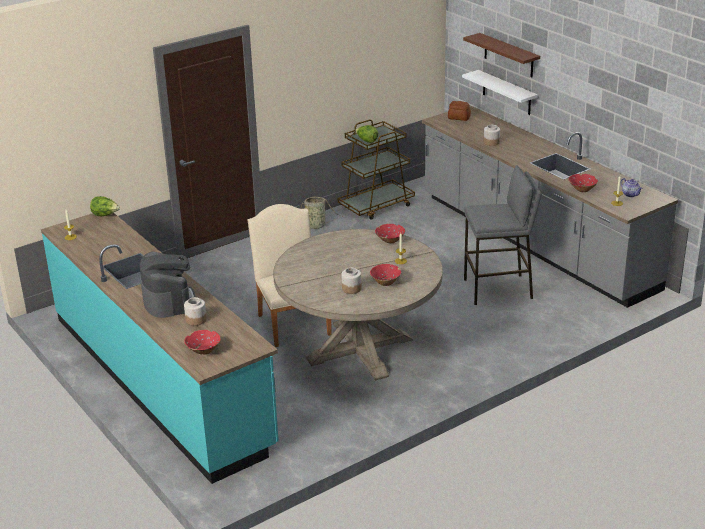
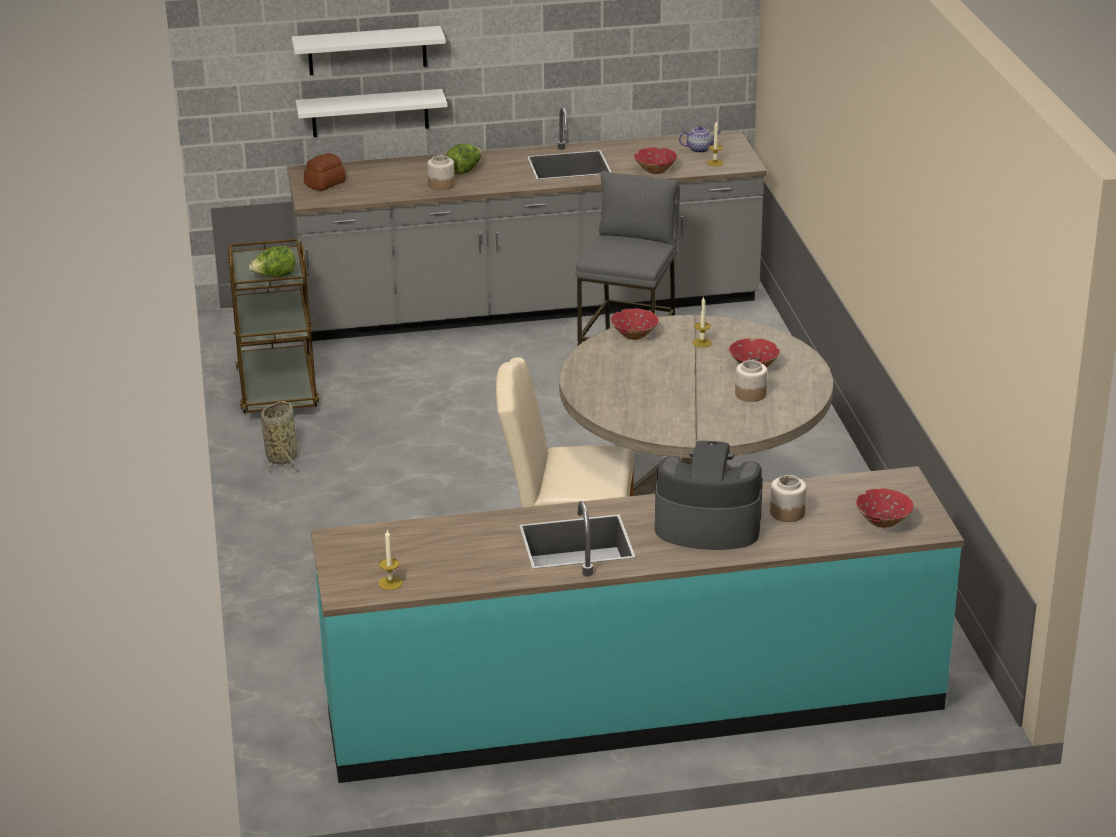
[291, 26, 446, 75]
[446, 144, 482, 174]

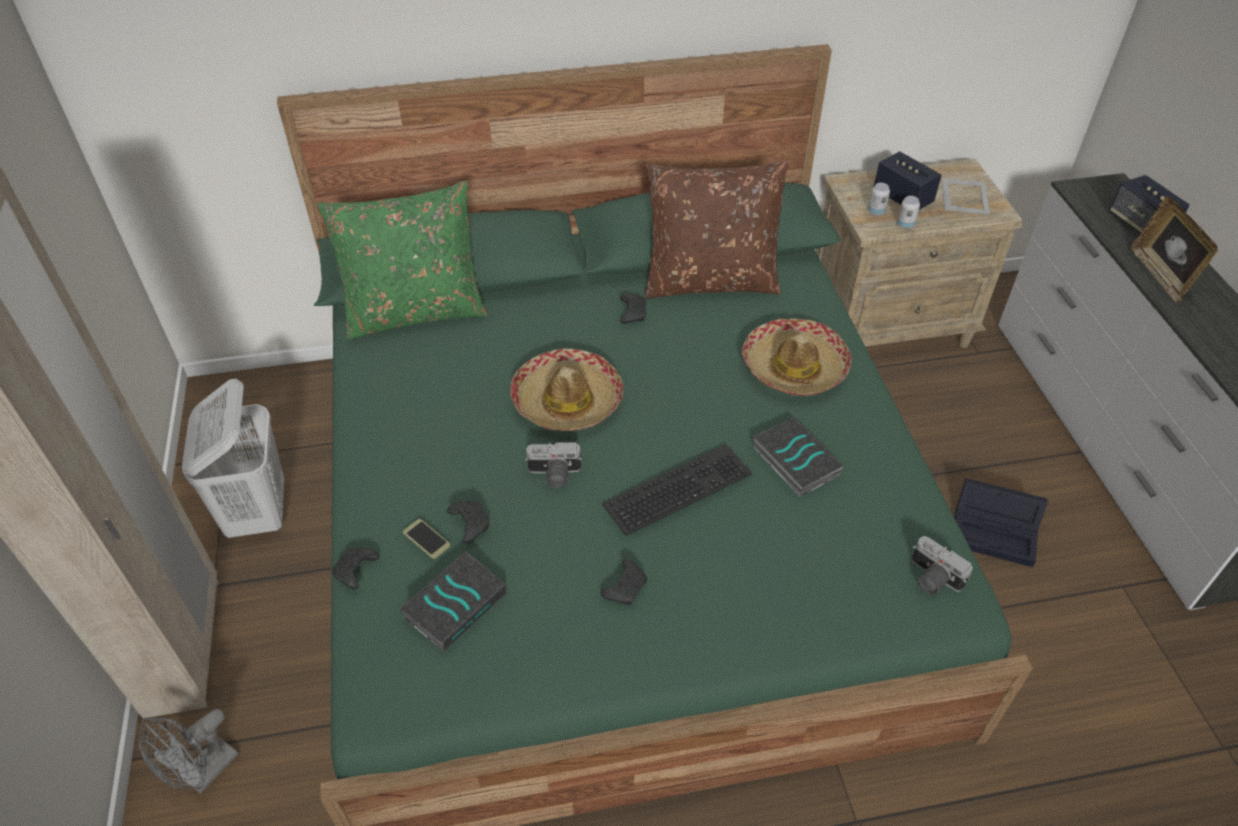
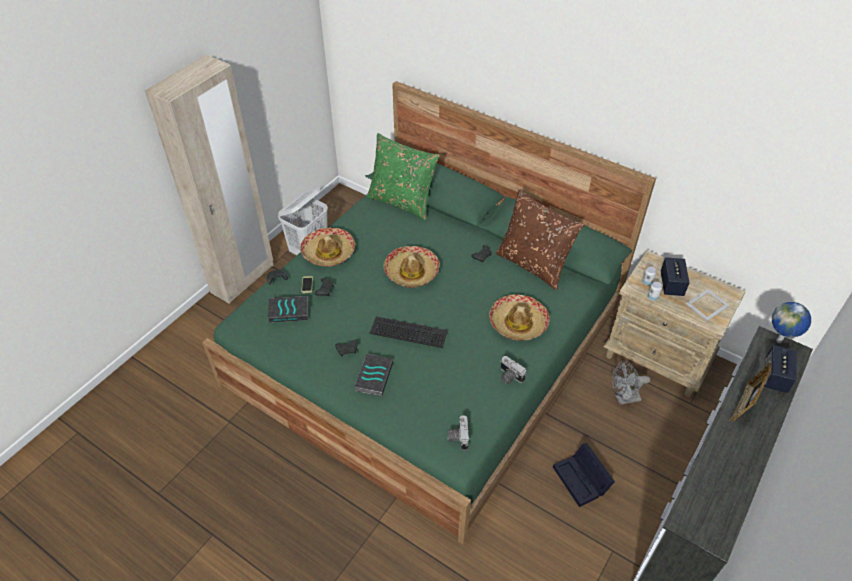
[354, 353, 393, 396]
[500, 356, 526, 384]
[612, 360, 650, 405]
[300, 228, 355, 267]
[772, 302, 811, 343]

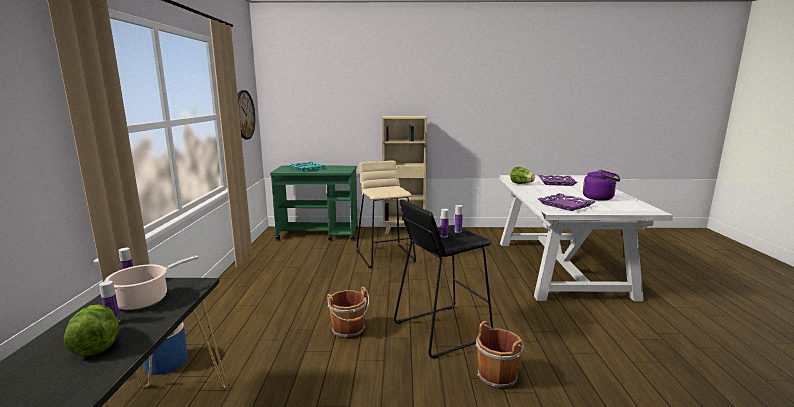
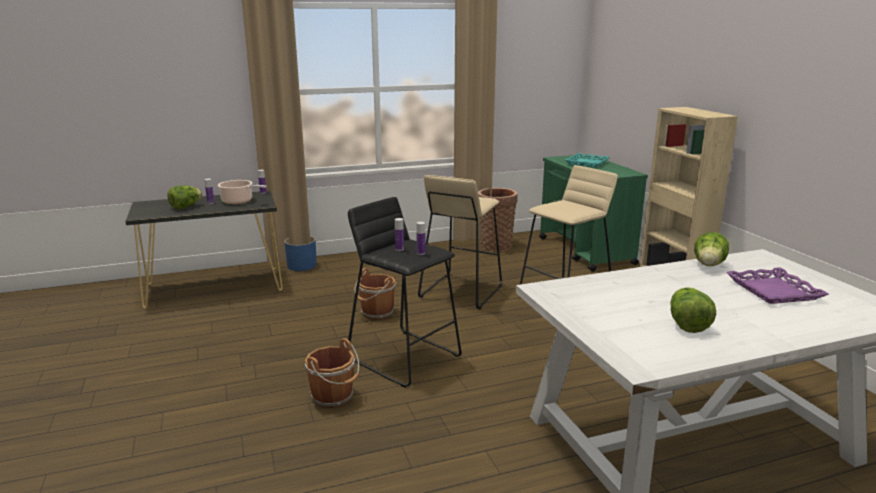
[237, 90, 255, 139] (first image)
[670, 287, 716, 333]
[538, 193, 596, 211] (first image)
[418, 175, 502, 310]
[478, 188, 518, 252]

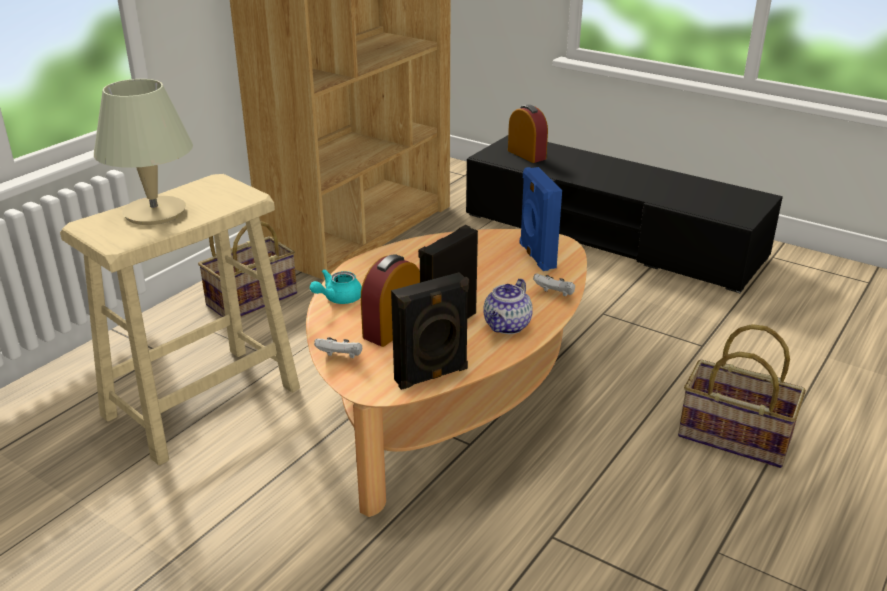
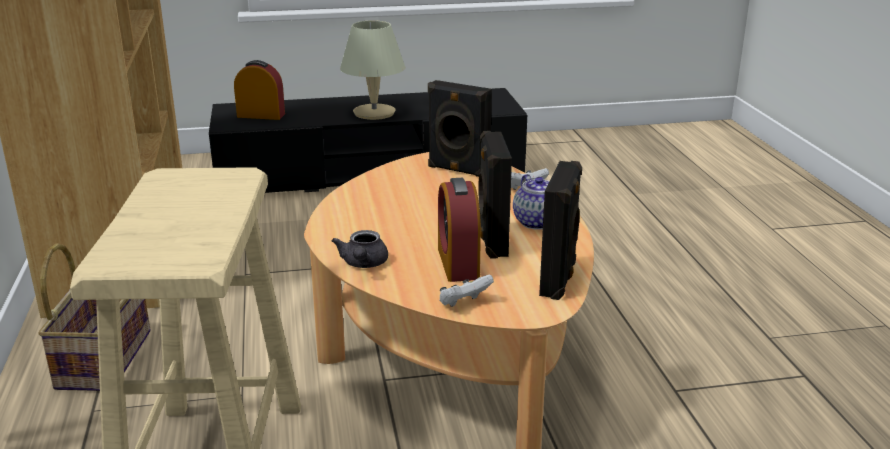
[340, 20, 406, 120]
[428, 80, 492, 177]
[332, 230, 388, 268]
[678, 324, 806, 468] (first image)

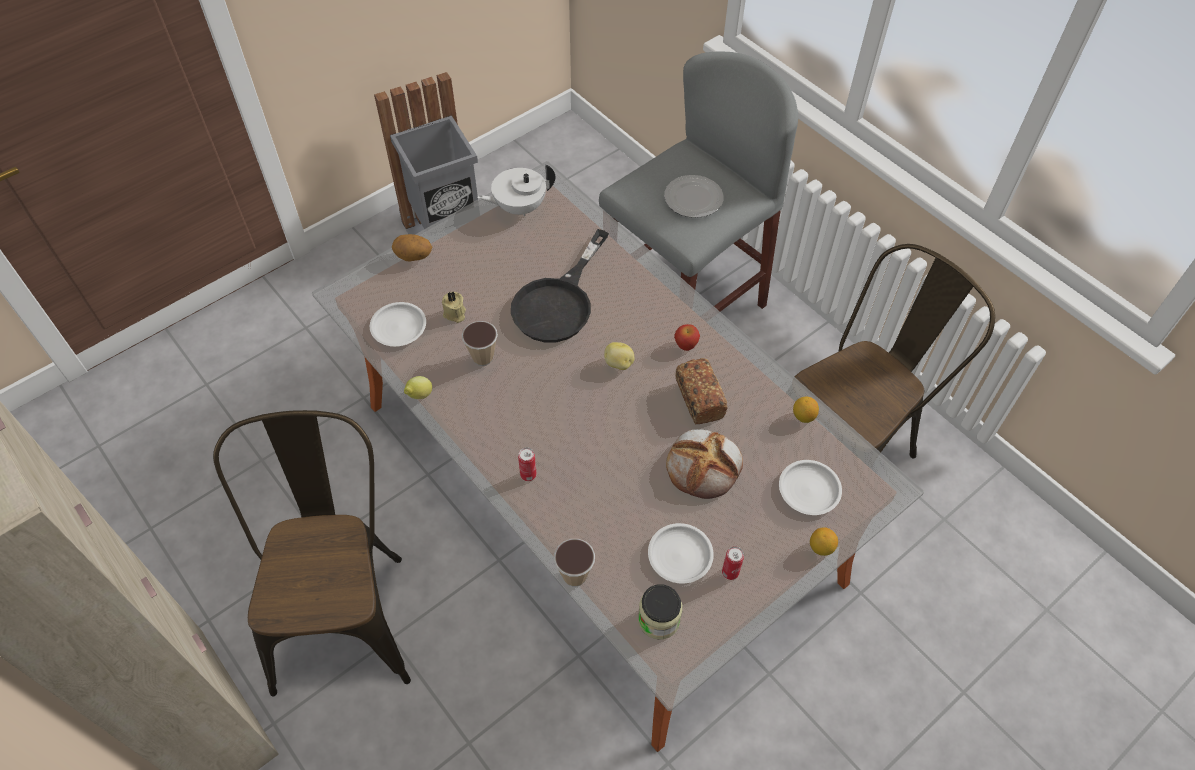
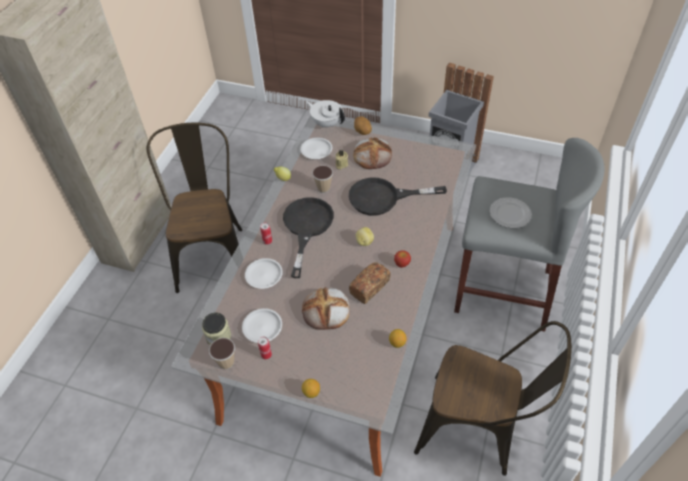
[306, 100, 345, 128]
[147, 123, 242, 293]
[245, 258, 283, 289]
[209, 338, 235, 370]
[353, 137, 392, 169]
[283, 197, 334, 278]

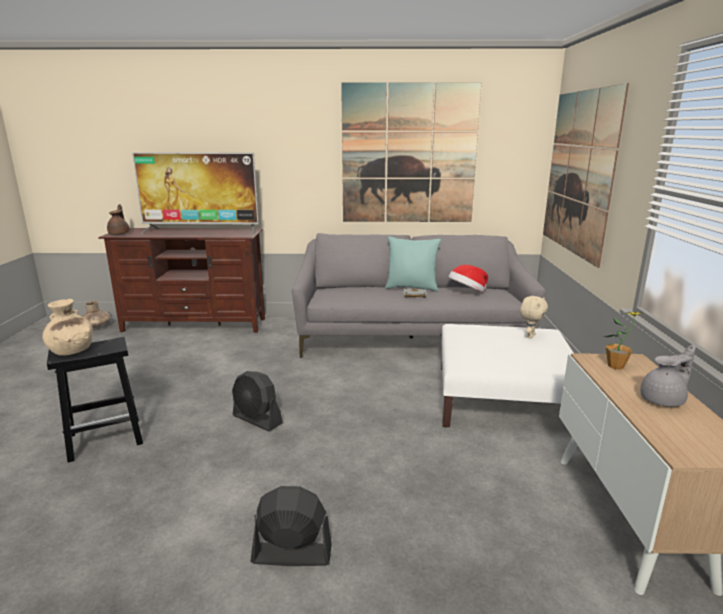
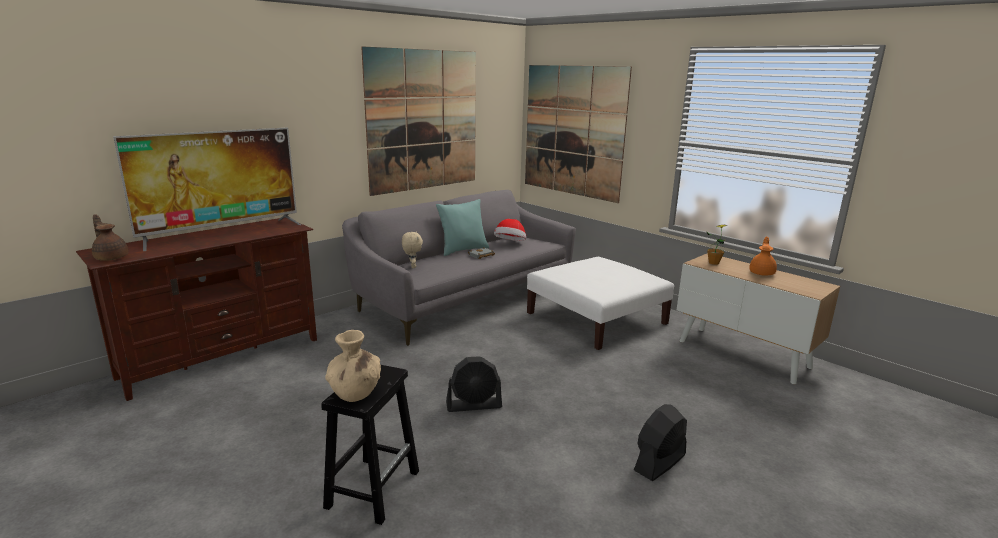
[402, 232, 423, 268]
[82, 301, 111, 329] (first image)
[749, 237, 777, 275]

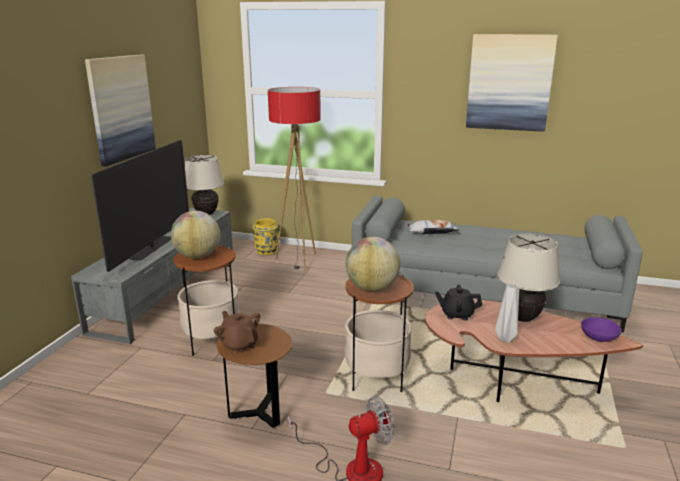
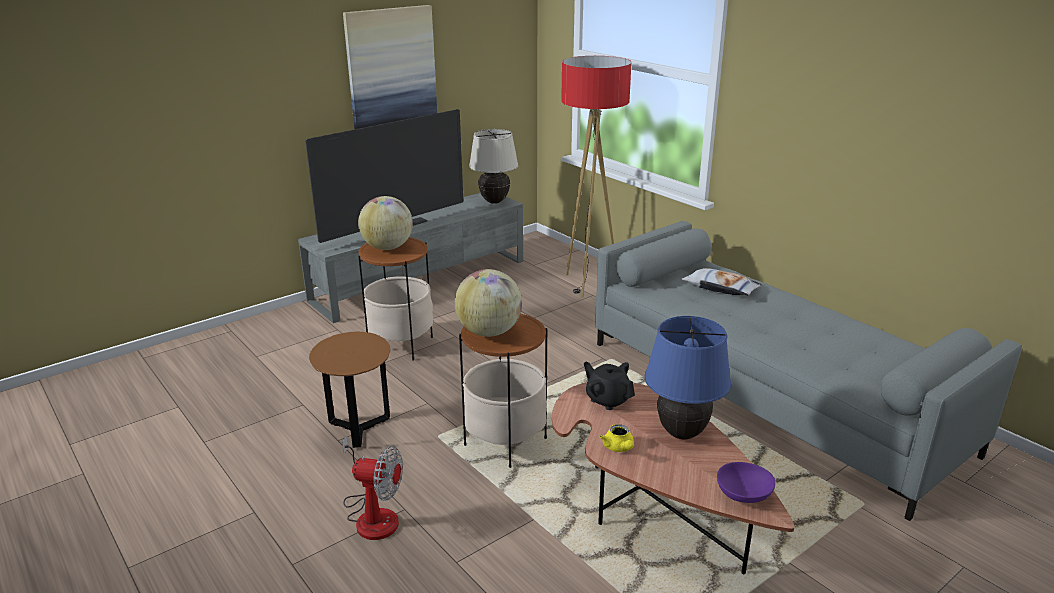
[466, 34, 558, 132] (first image)
[253, 218, 278, 255] (first image)
[645, 316, 731, 439]
[600, 424, 634, 452]
[214, 311, 260, 354] (first image)

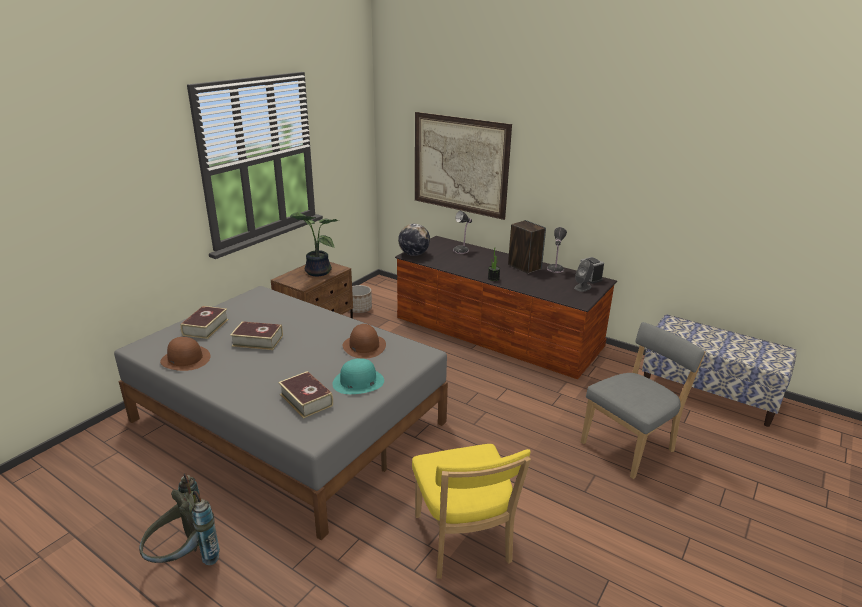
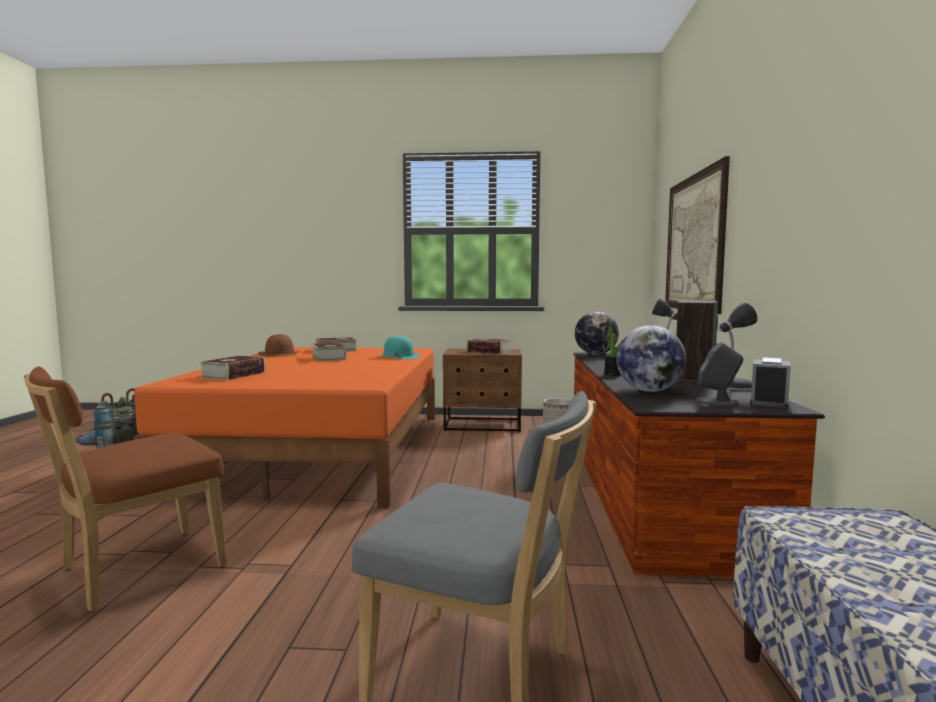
[467, 338, 511, 354]
[134, 347, 435, 508]
[343, 324, 386, 359] (first image)
[379, 336, 420, 359]
[24, 367, 227, 611]
[616, 325, 686, 392]

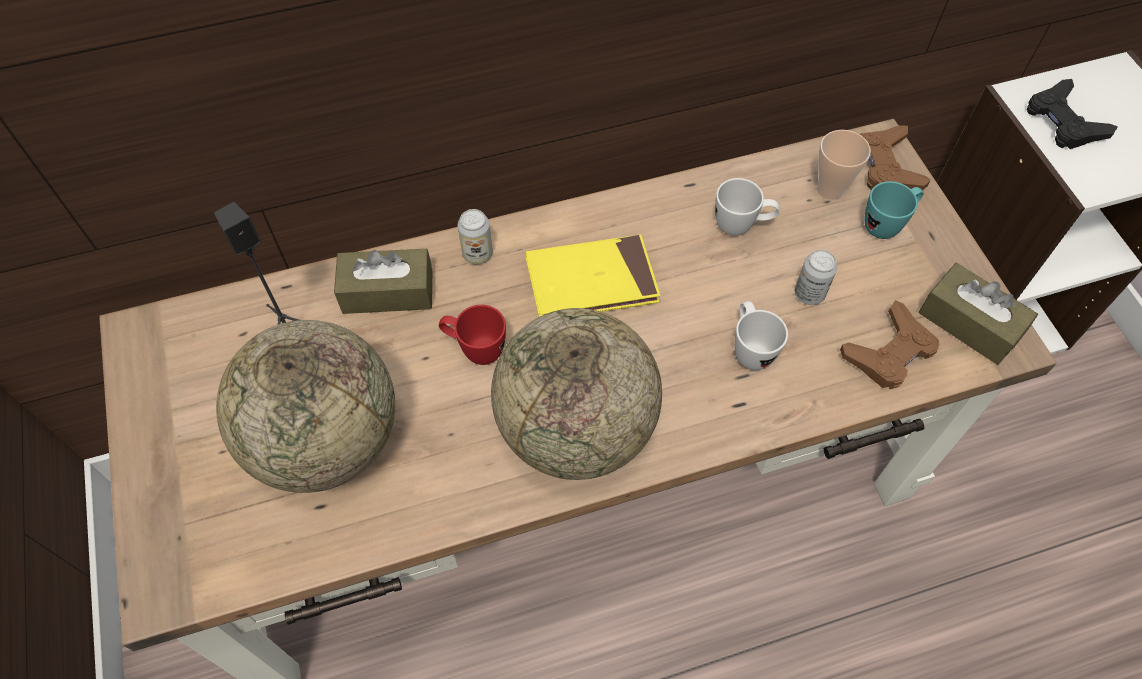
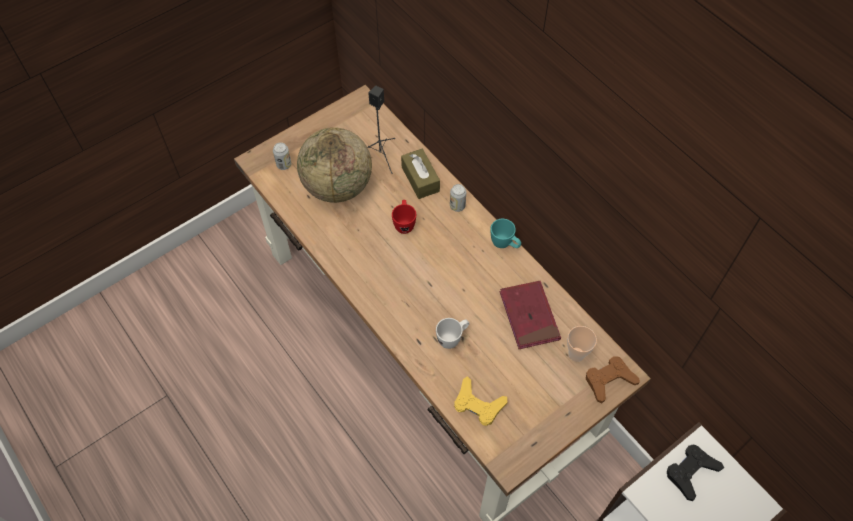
[500, 281, 561, 349]
[491, 219, 521, 248]
[526, 235, 660, 317] (first image)
[273, 142, 292, 170]
[919, 263, 1038, 365] (first image)
[454, 376, 507, 426]
[491, 308, 662, 480] (first image)

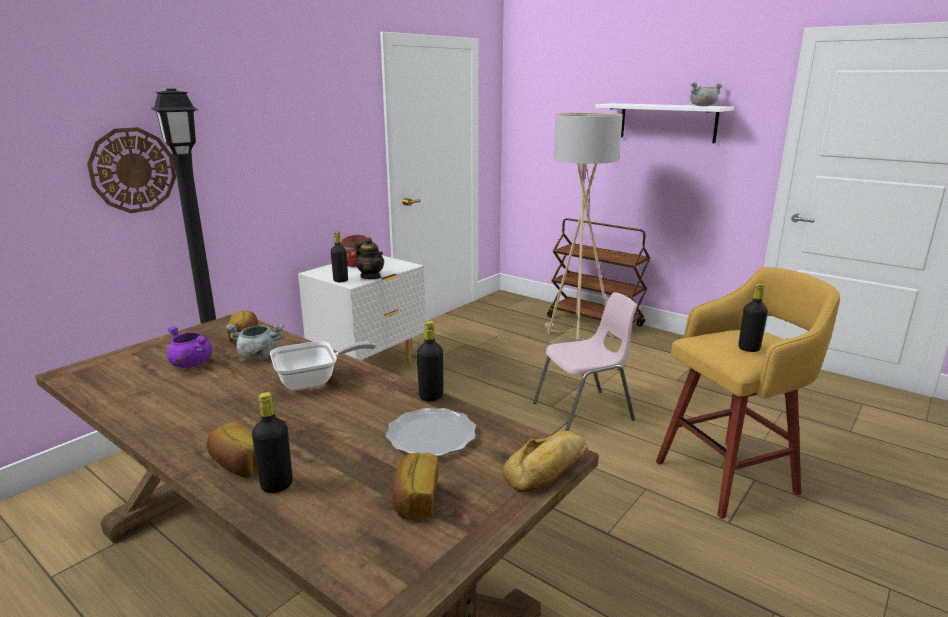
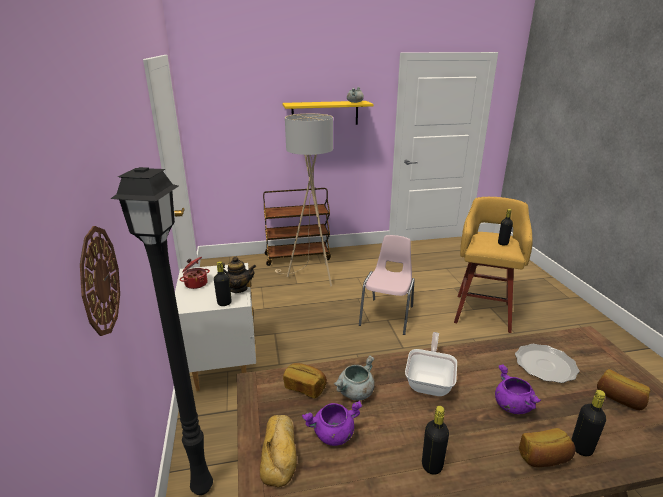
[282, 101, 373, 125]
[422, 406, 449, 475]
[260, 415, 297, 487]
[495, 364, 541, 414]

